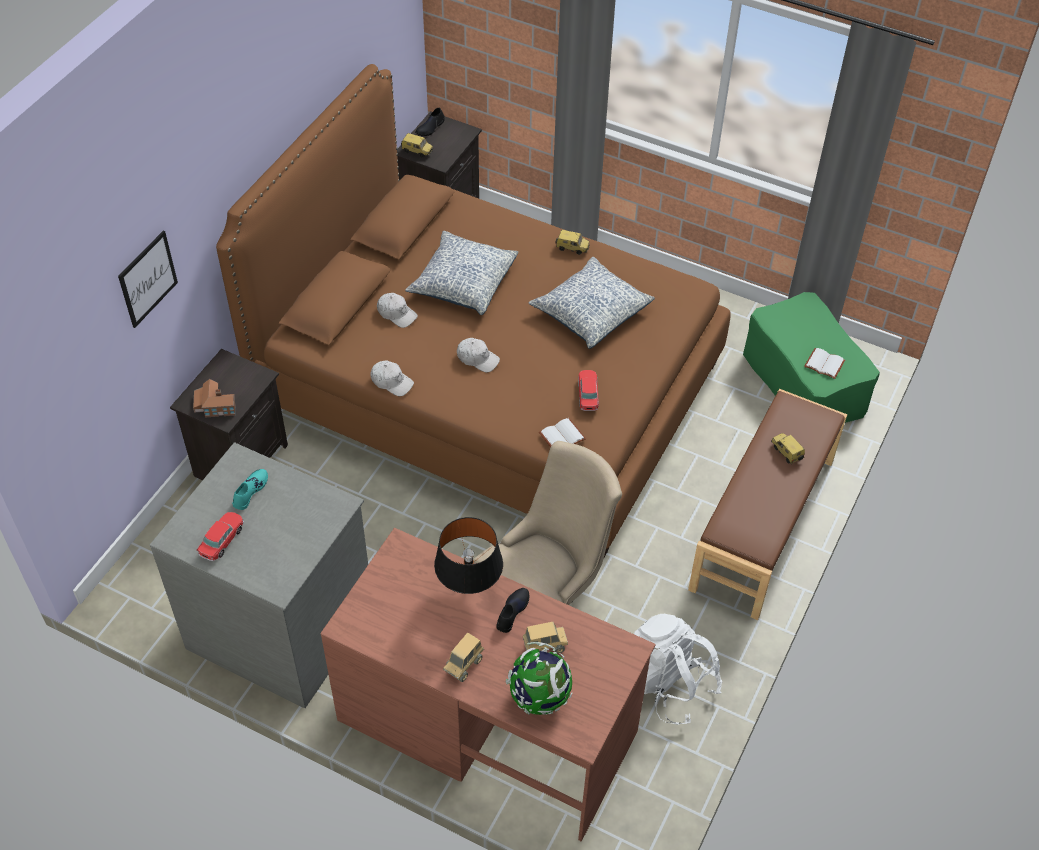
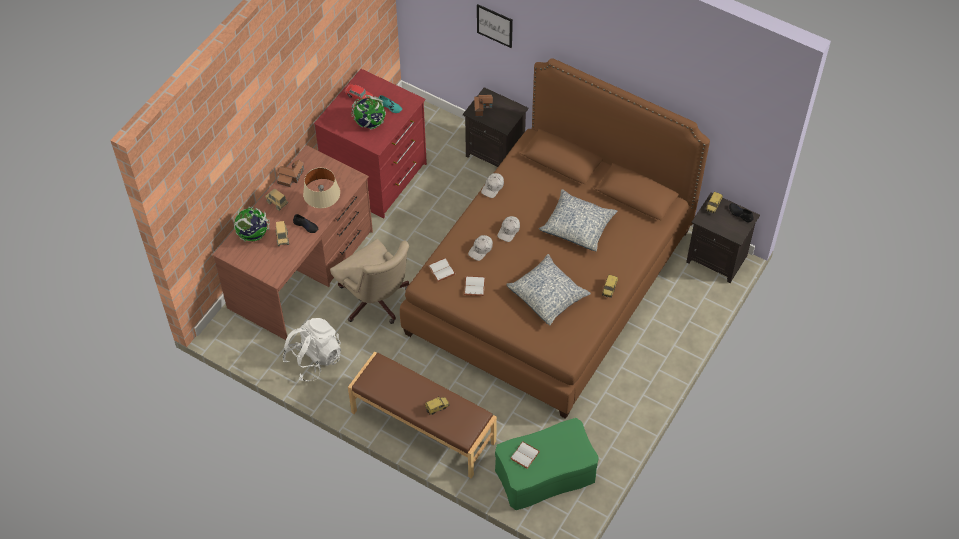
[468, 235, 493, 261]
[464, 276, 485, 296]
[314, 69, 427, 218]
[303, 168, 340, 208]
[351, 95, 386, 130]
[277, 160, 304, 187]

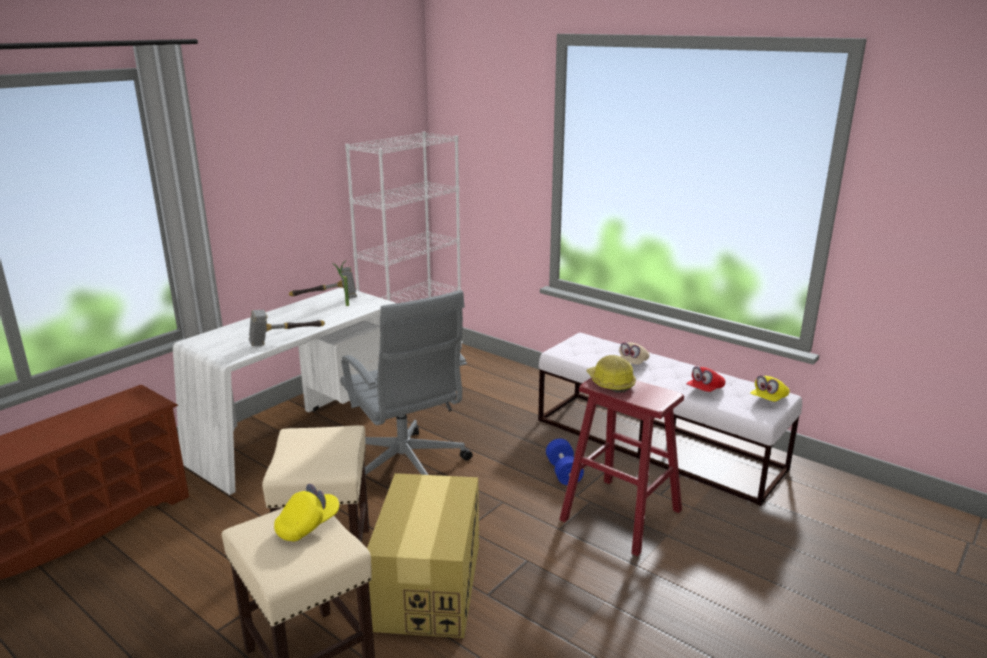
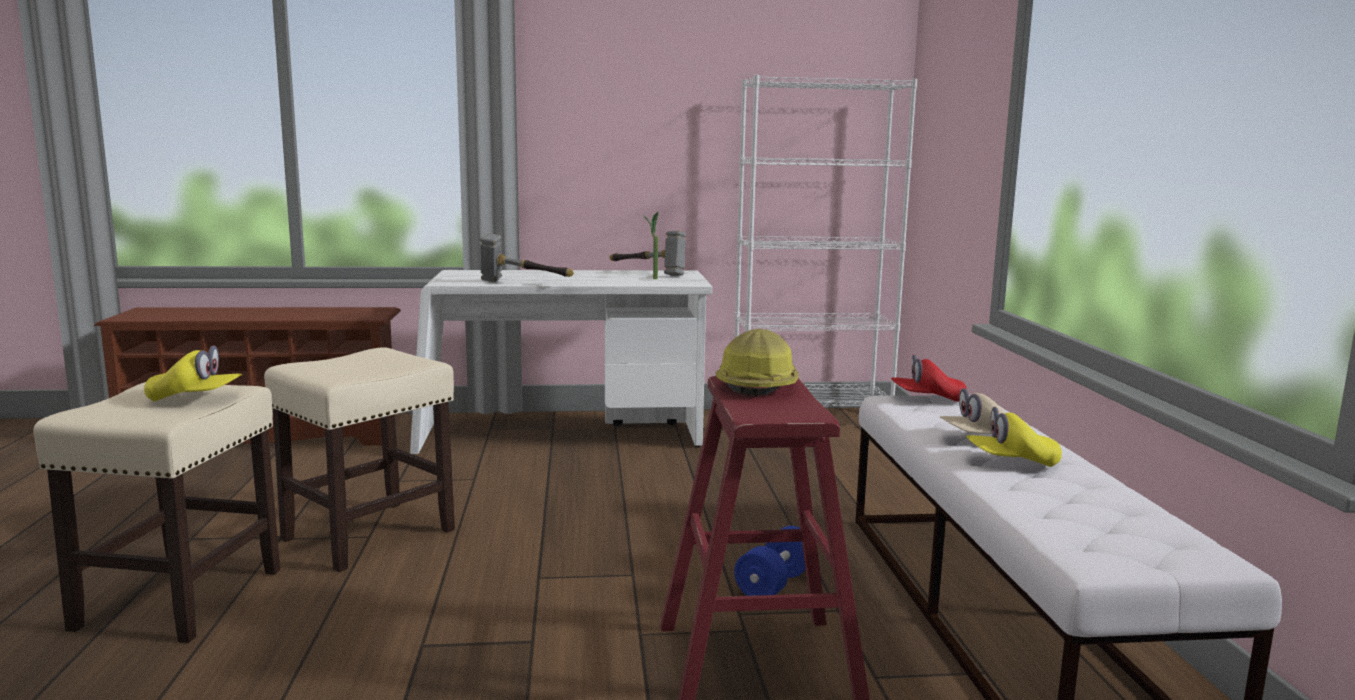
[340, 290, 473, 475] (first image)
[891, 354, 967, 402]
[966, 407, 1062, 467]
[367, 473, 479, 638] (first image)

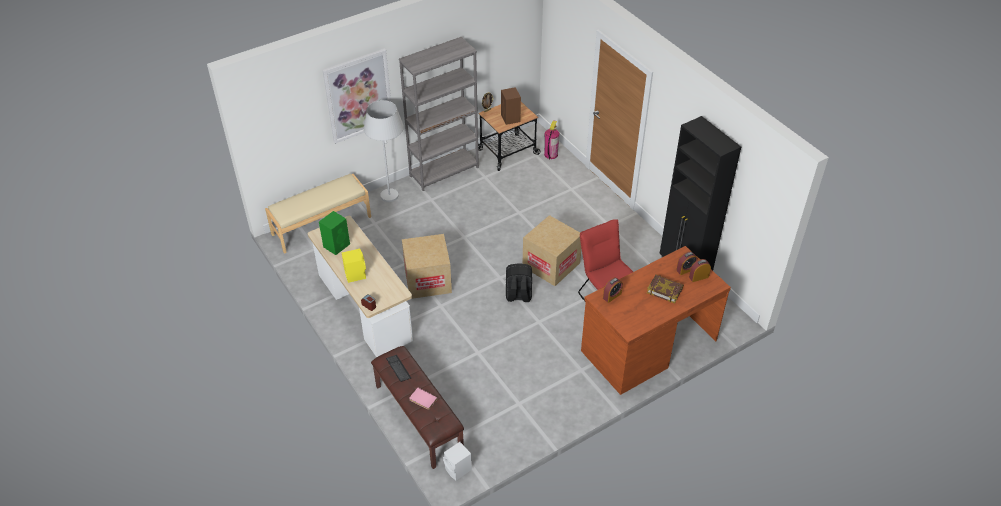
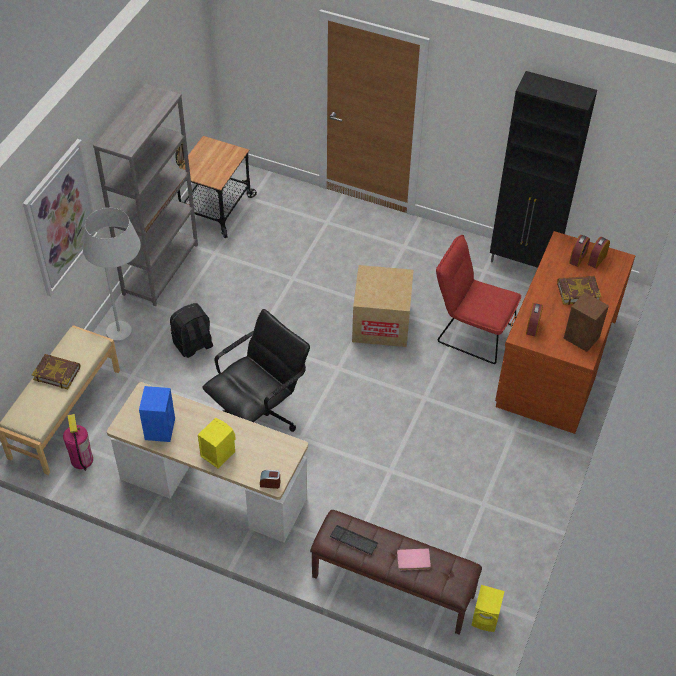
[563, 292, 609, 352]
[63, 414, 93, 471]
[139, 386, 175, 442]
[202, 309, 310, 432]
[170, 303, 213, 358]
[472, 585, 505, 632]
[32, 354, 80, 389]

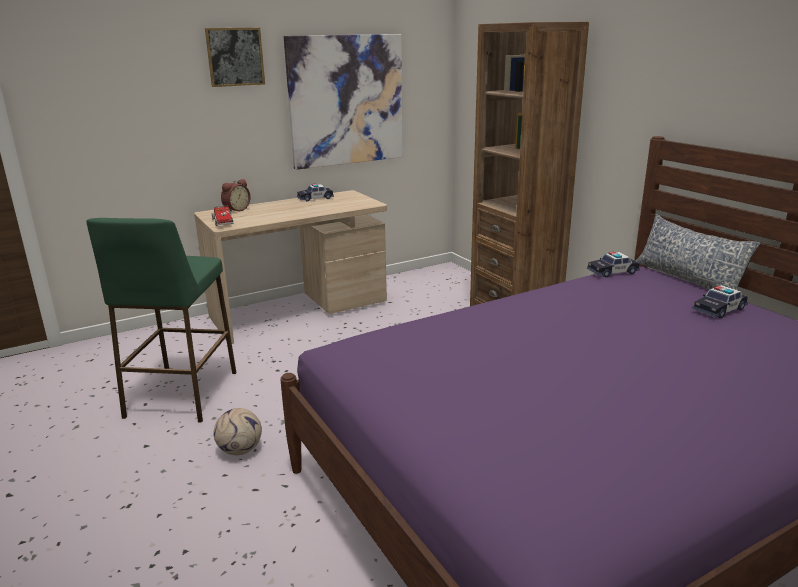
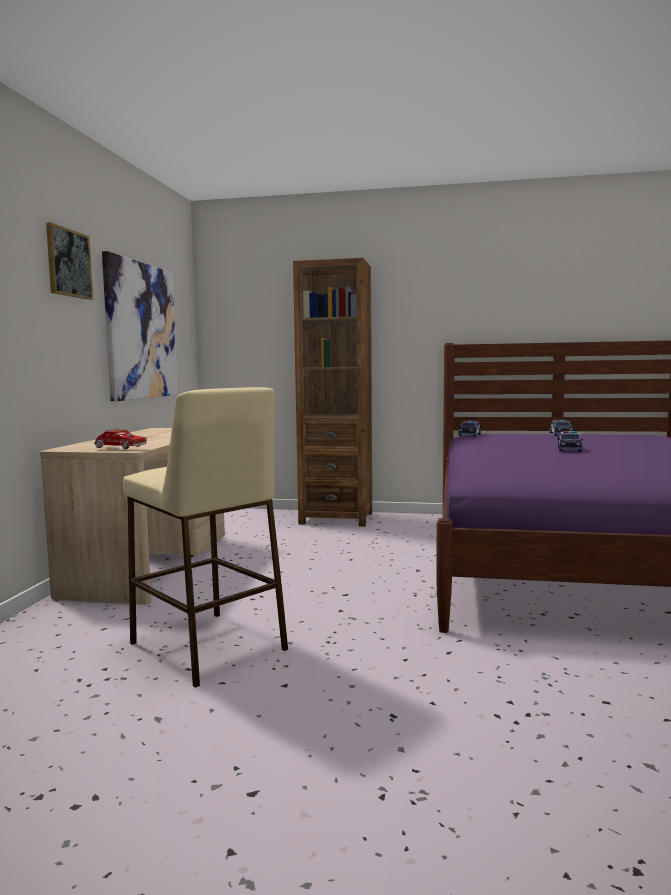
[221, 179, 250, 212] (first image)
[558, 431, 583, 452]
[635, 214, 760, 290] (first image)
[123, 387, 288, 688]
[214, 408, 262, 455] (first image)

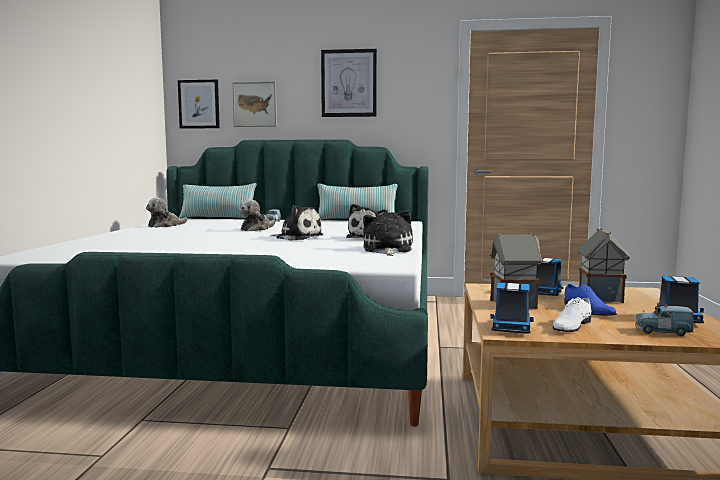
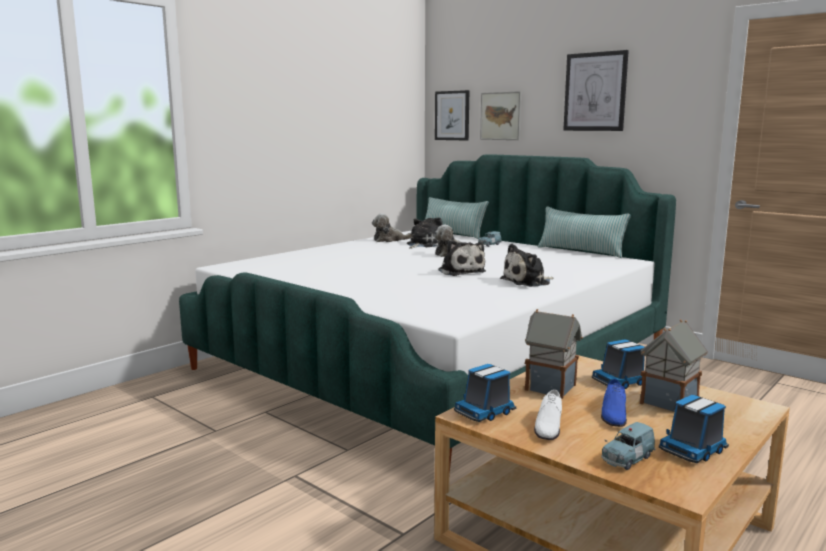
[407, 217, 442, 249]
[534, 389, 562, 440]
[601, 422, 655, 470]

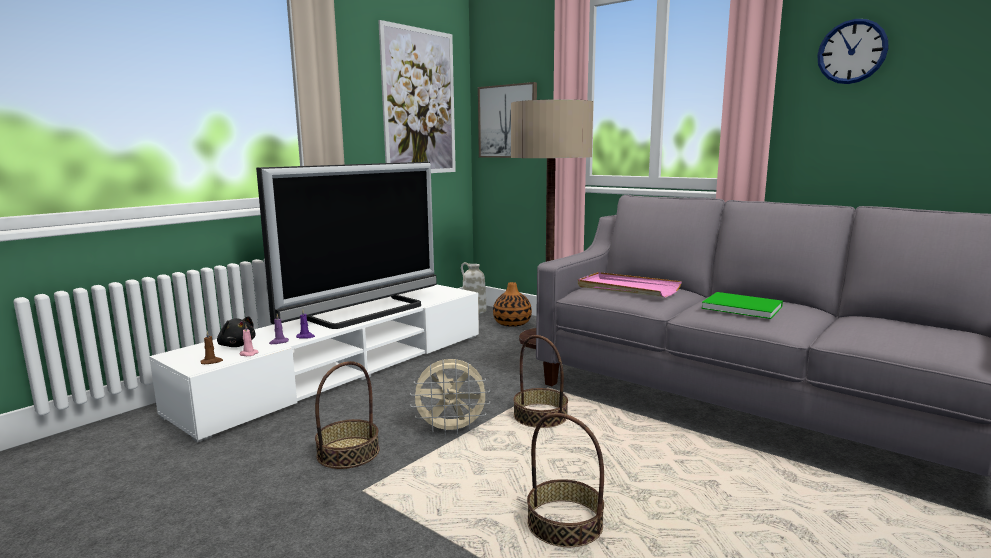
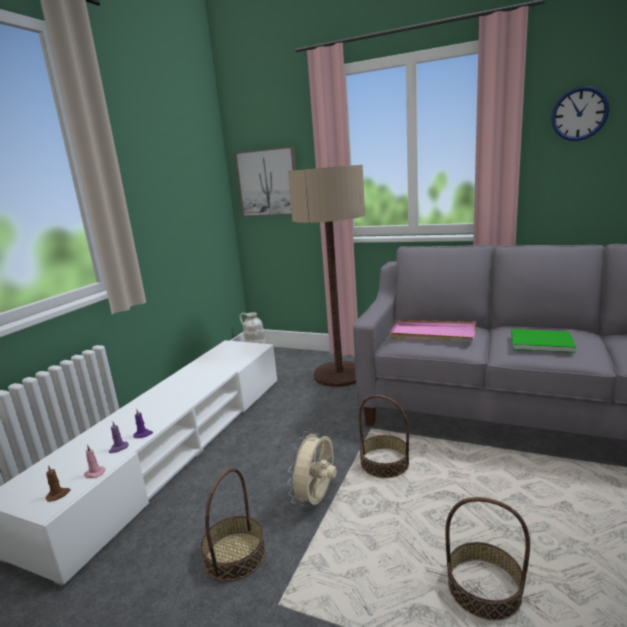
[378, 20, 456, 173] (first image)
[256, 162, 437, 329] (first image)
[493, 282, 532, 327] (first image)
[217, 316, 255, 347] (first image)
[287, 429, 337, 506]

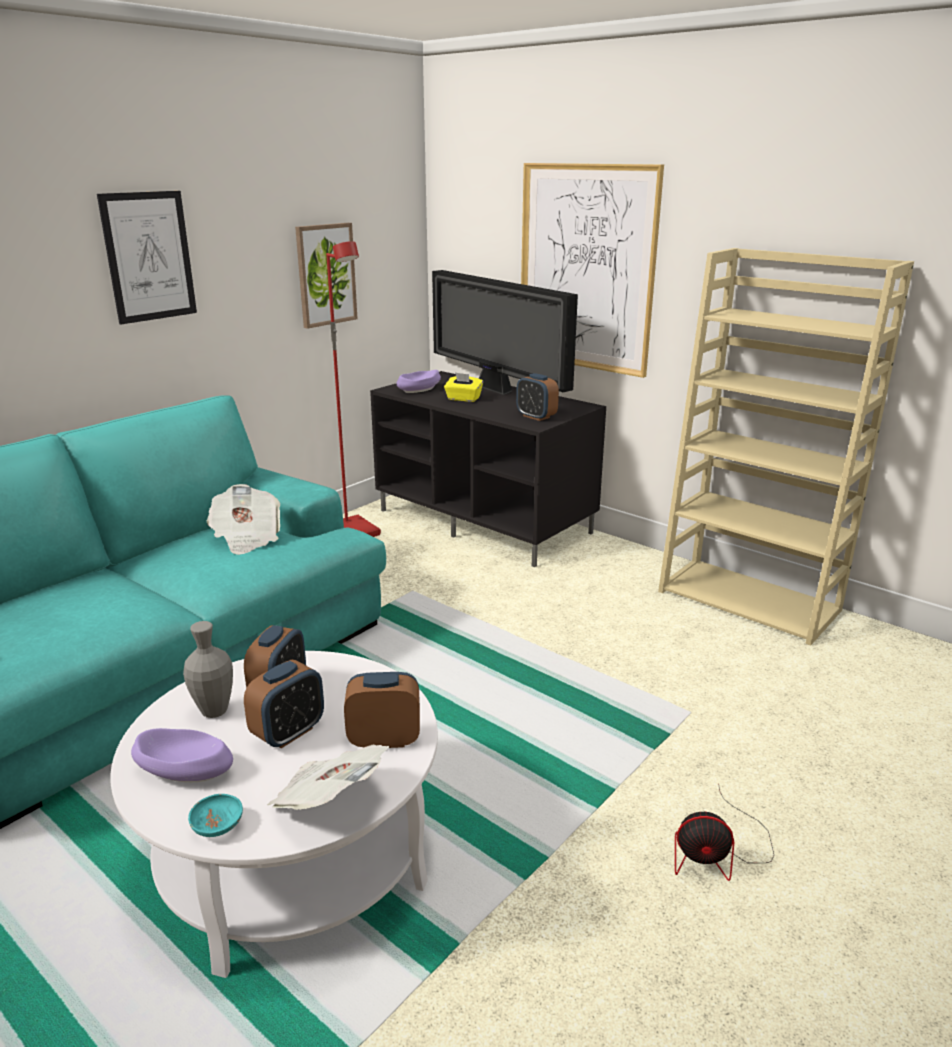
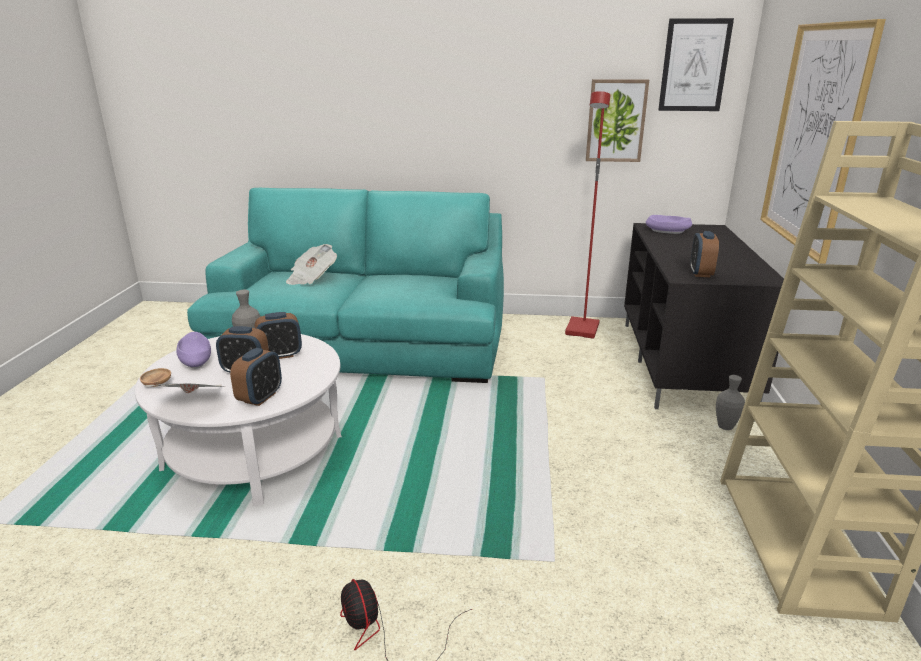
[658, 18, 734, 111]
[432, 270, 578, 395] (first image)
[444, 373, 483, 402] (first image)
[286, 244, 337, 285]
[230, 348, 282, 406]
[140, 368, 171, 387]
[716, 375, 745, 430]

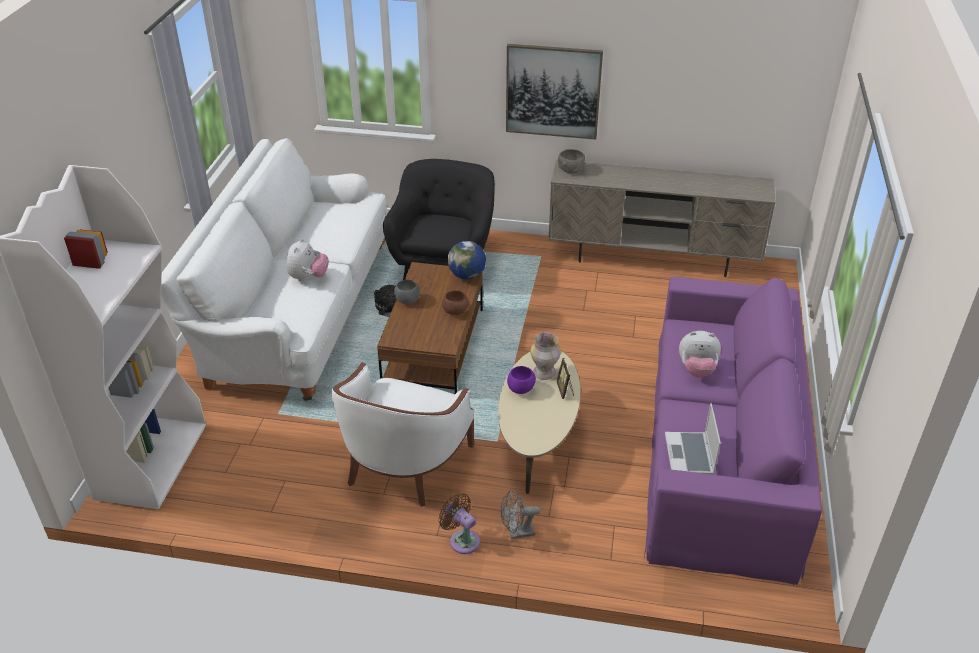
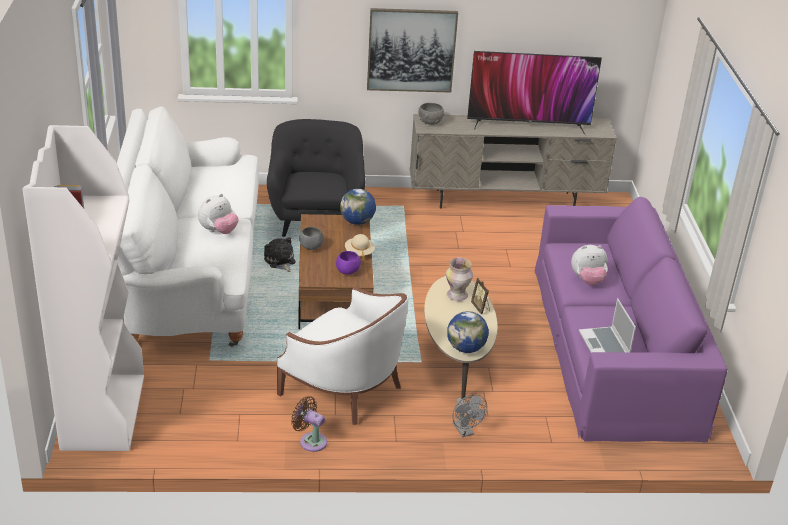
[198, 194, 239, 234]
[345, 234, 375, 261]
[277, 286, 408, 425]
[336, 251, 361, 275]
[452, 395, 487, 437]
[291, 396, 327, 452]
[467, 51, 602, 134]
[447, 311, 489, 353]

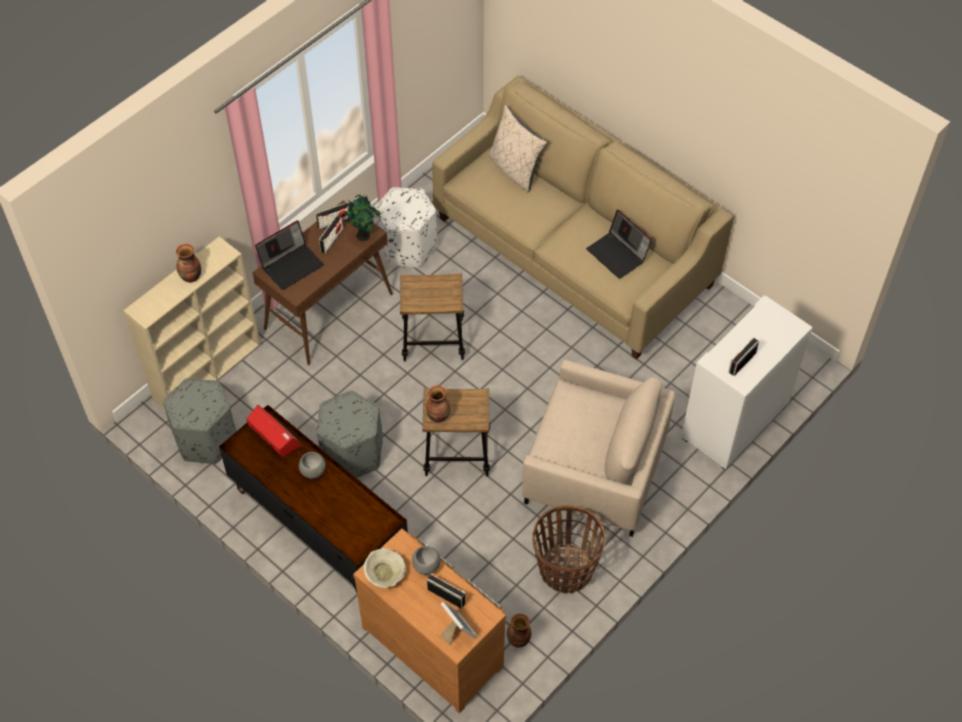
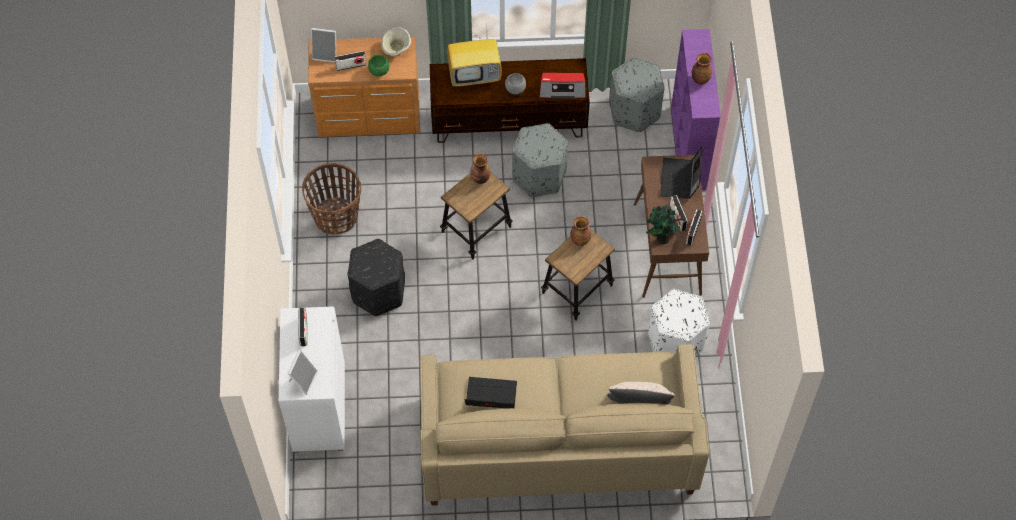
[671, 29, 721, 190]
[347, 239, 405, 316]
[368, 55, 389, 76]
[570, 216, 591, 246]
[447, 28, 502, 87]
[288, 350, 318, 395]

